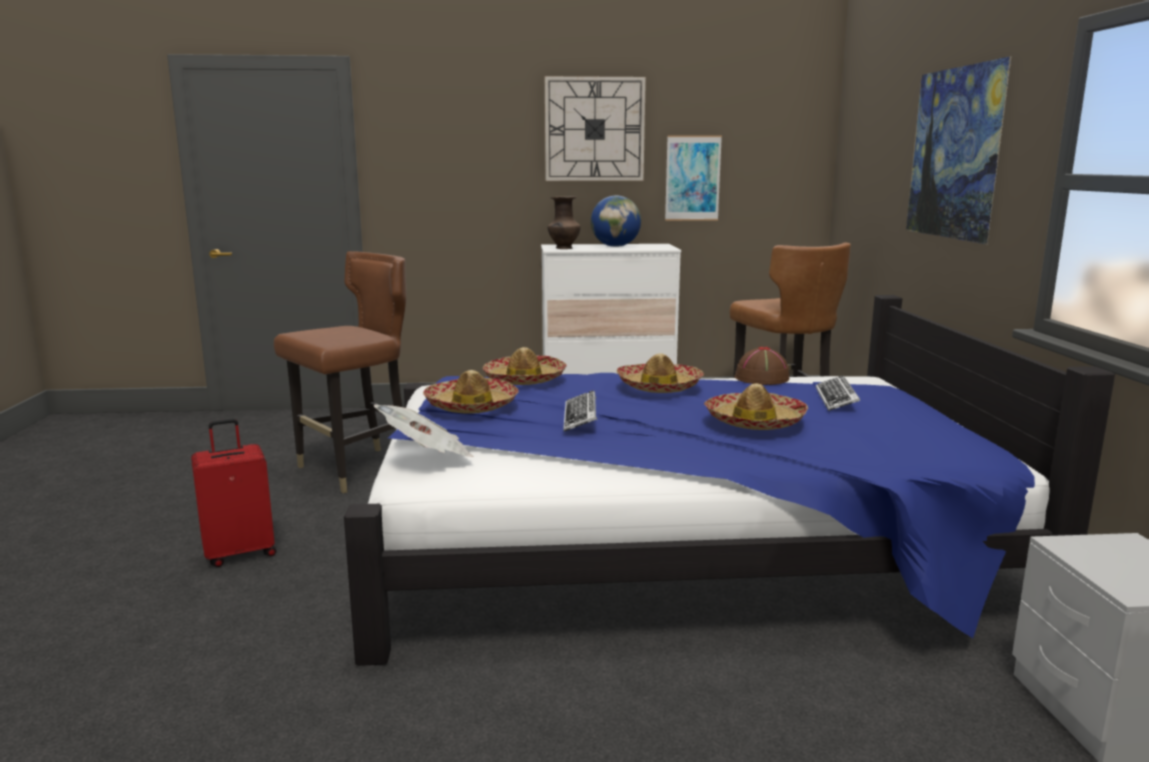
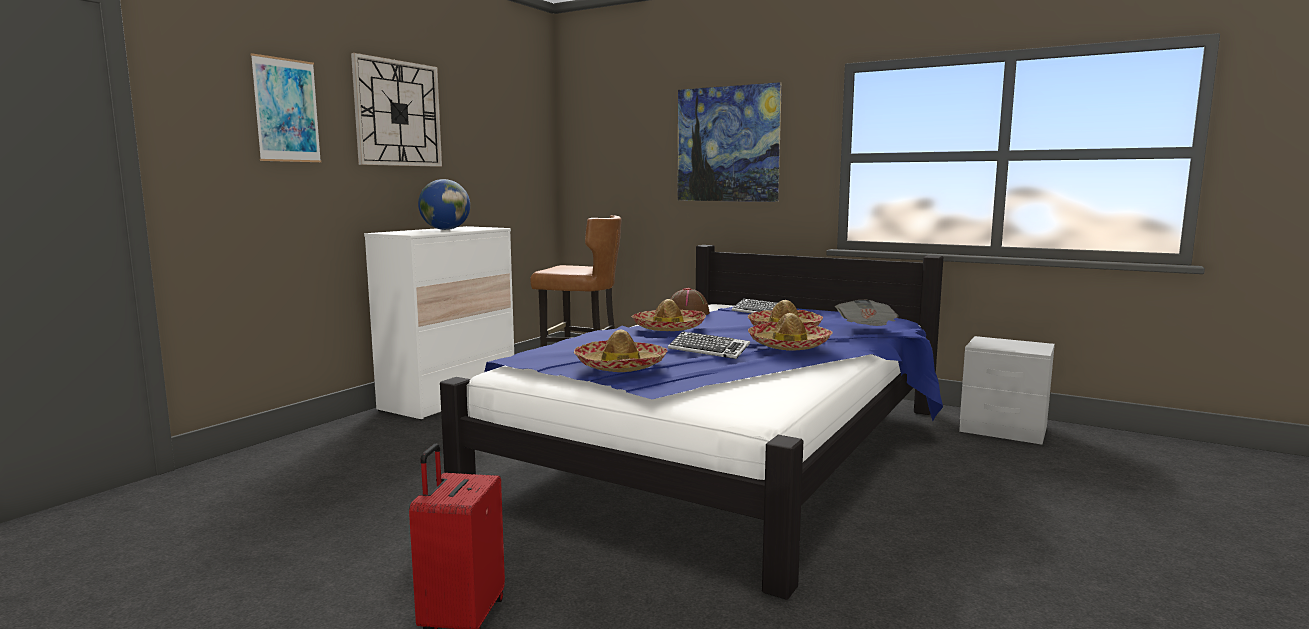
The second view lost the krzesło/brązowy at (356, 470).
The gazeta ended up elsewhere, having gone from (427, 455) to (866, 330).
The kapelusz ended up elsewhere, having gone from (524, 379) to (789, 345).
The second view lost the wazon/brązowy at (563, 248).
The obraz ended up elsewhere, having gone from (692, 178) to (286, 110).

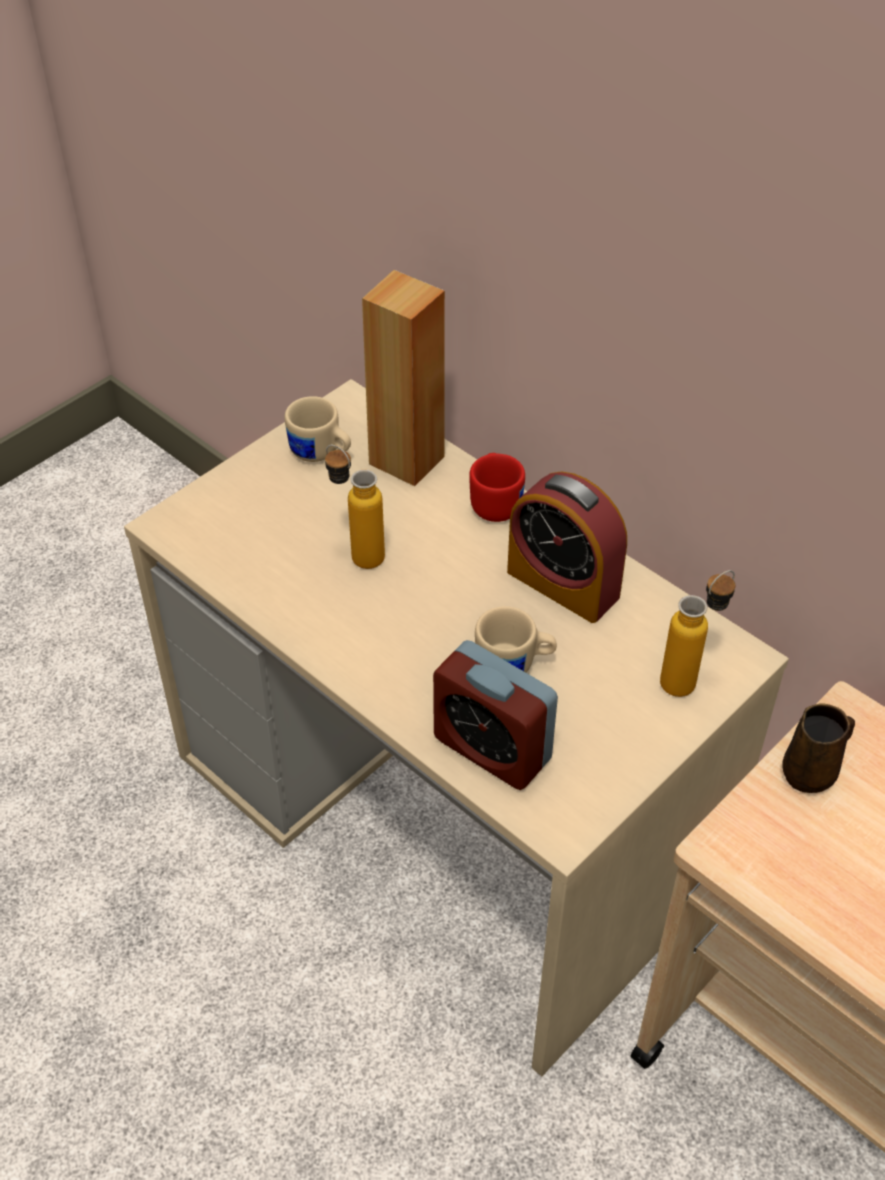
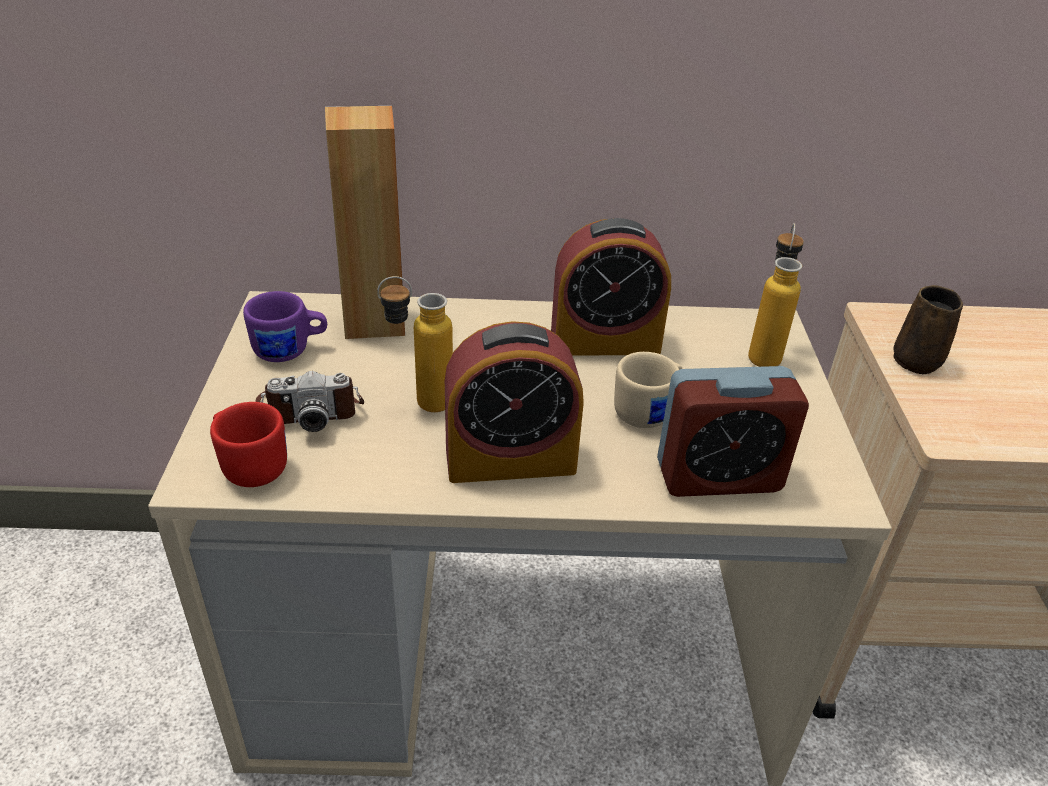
What was the kubek/beżowy at (321, 453) turned into the kubek/fioletowy at (290, 351).
The kubek/czerwony ended up elsewhere, having gone from (496, 501) to (250, 465).
The second view gained the aparat fotograficzny at (310, 407).
The second view gained the budzik at (510, 460).

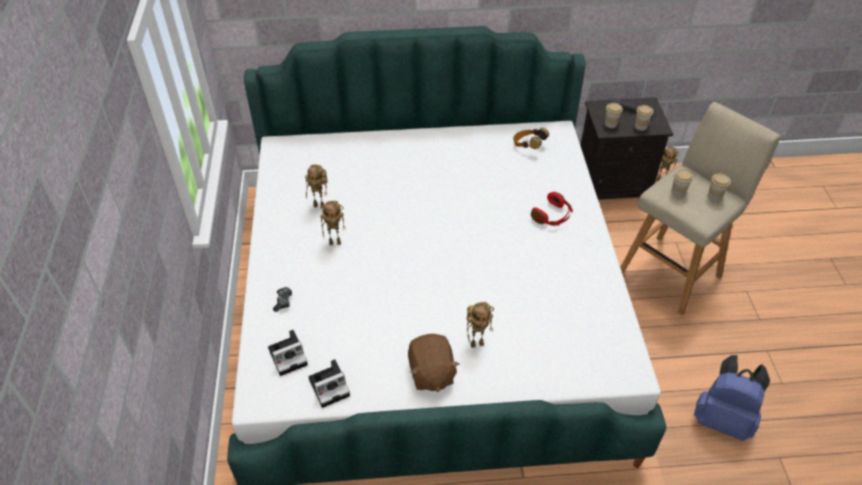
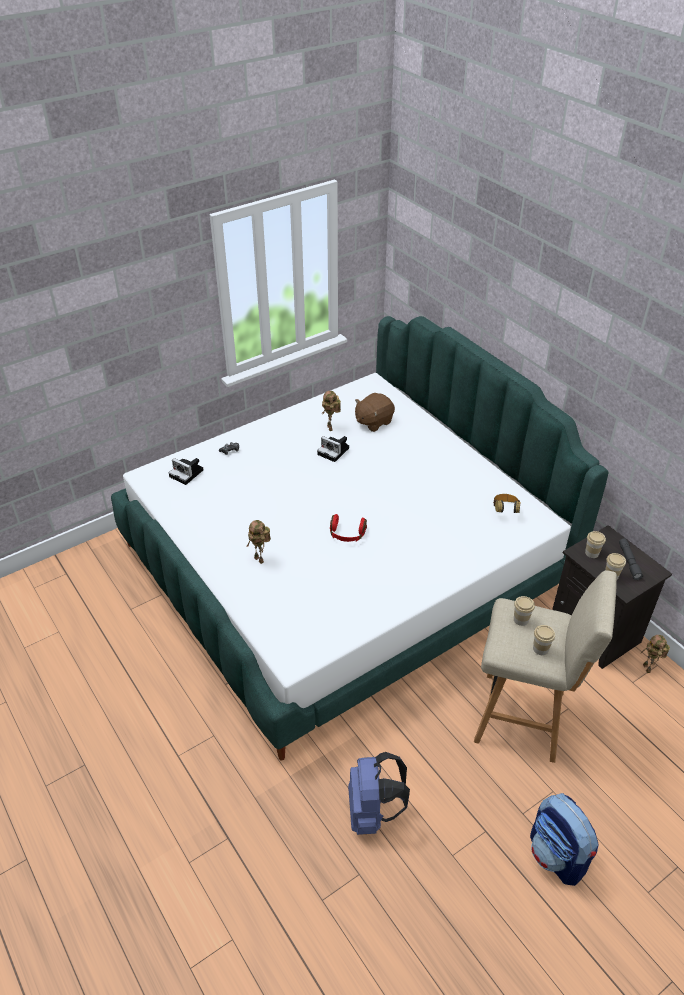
The aparat fotograficzny ended up elsewhere, having gone from (330, 386) to (334, 451).
The second view lost the robot zabawkowy at (335, 242).
The pluszak/brązowy ended up elsewhere, having gone from (431, 373) to (373, 422).
The słuchawki/czerwony ended up elsewhere, having gone from (552, 216) to (347, 534).
The second view gained the plecak at (558, 856).

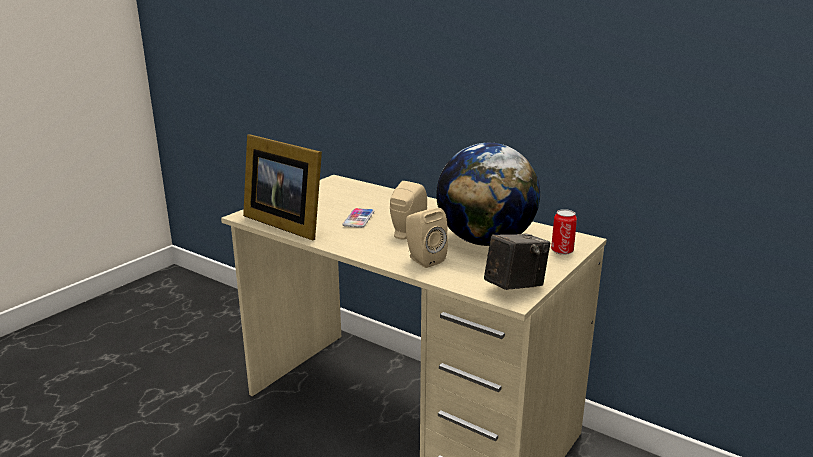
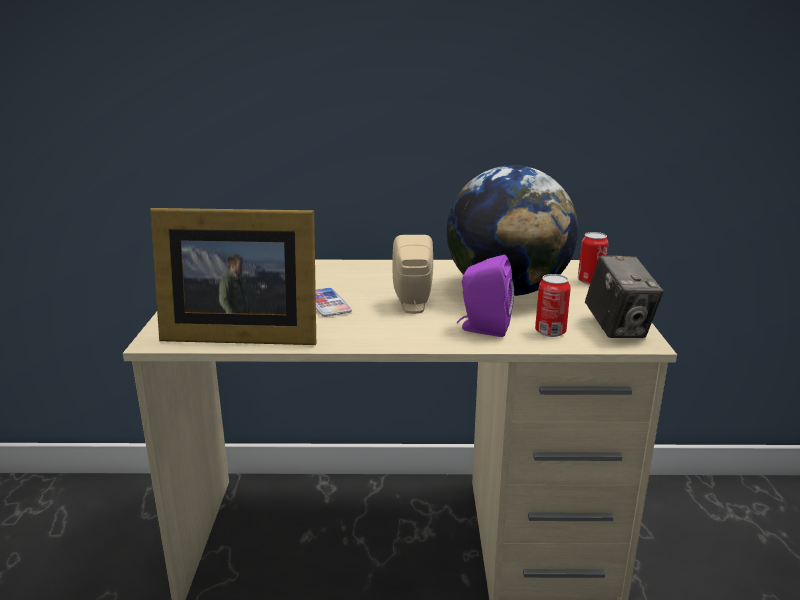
What was the głośnik/beżowy at (423, 259) turned into the głośnik/fioletowy at (483, 328).
The aparat fotograficzny at (515, 286) ended up facing another way, 150 degrees clockwise from before.
The second view gained the puszka at (550, 331).

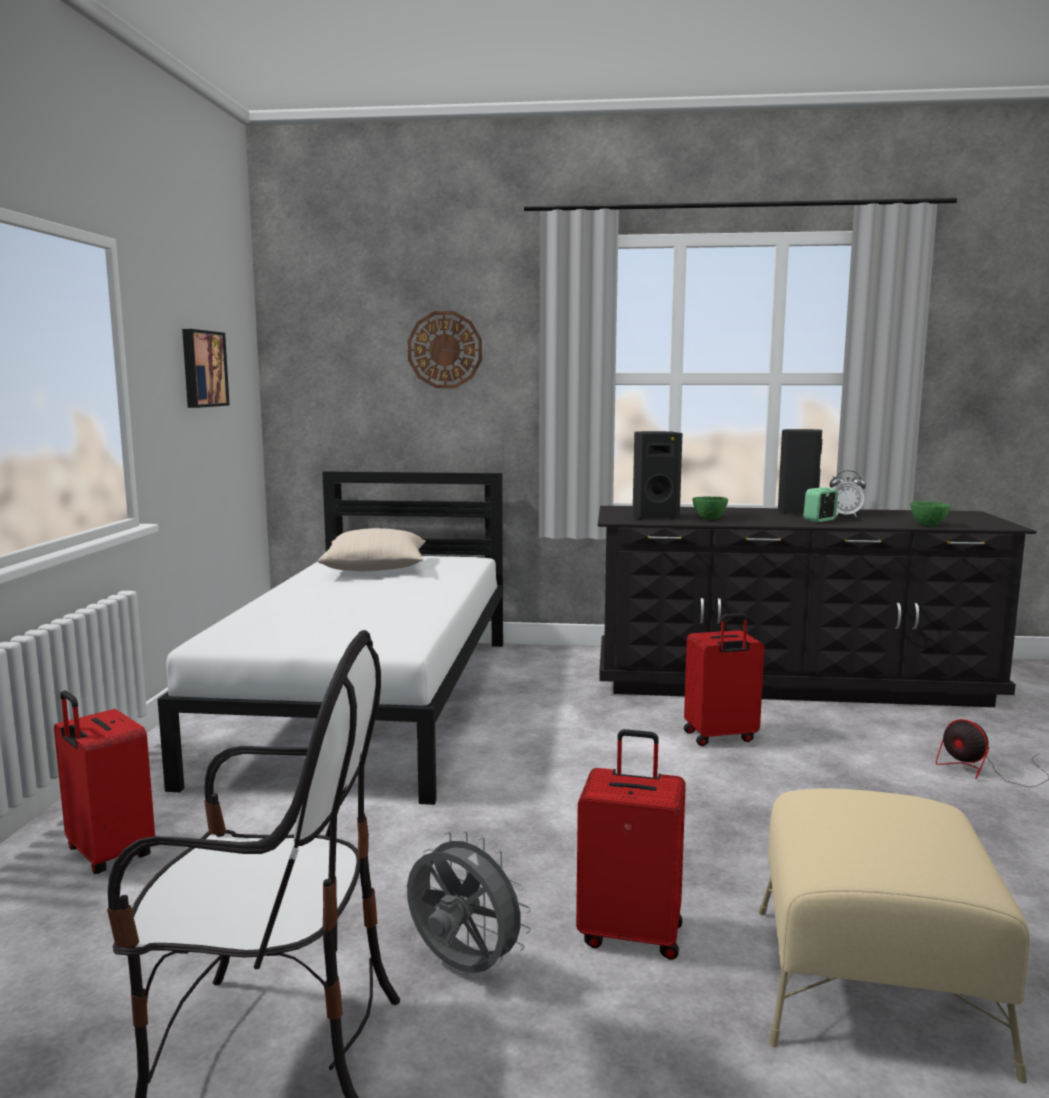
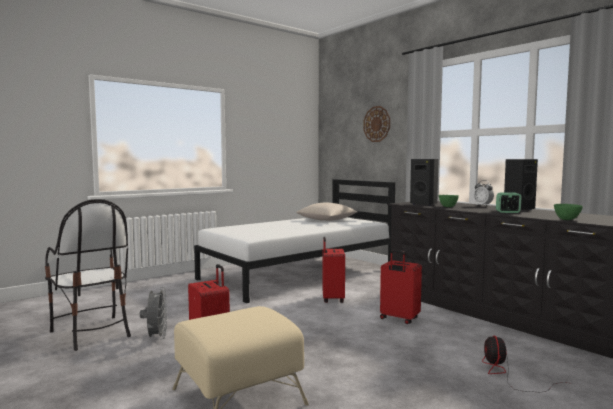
The walizka/czerwony ended up elsewhere, having gone from (108, 854) to (332, 299).
The second view lost the obraz at (202, 369).
The budzik ended up elsewhere, having gone from (845, 516) to (483, 205).

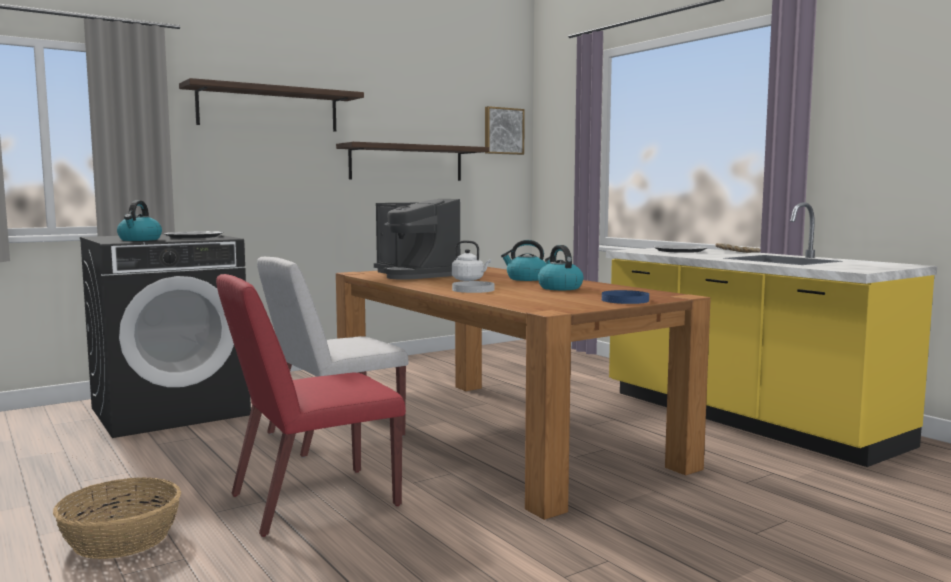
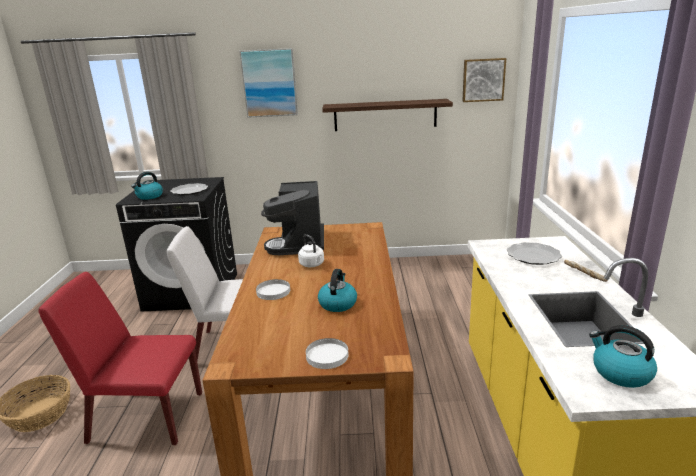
Where the półka hung at (269, 109), the obraz came to hang at (269, 83).
The czajnik ended up elsewhere, having gone from (526, 279) to (620, 373).
What was the talerz/niebieski at (625, 300) turned into the talerz/biały at (326, 355).

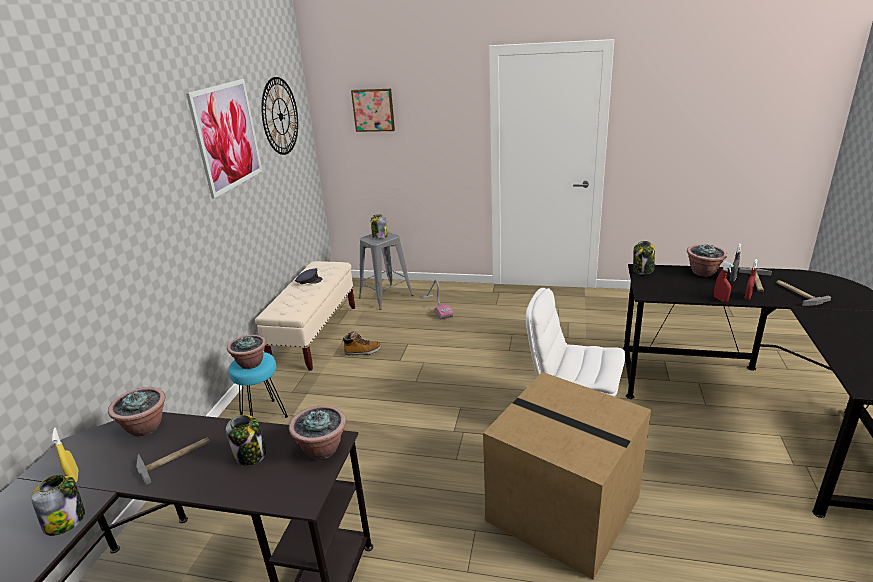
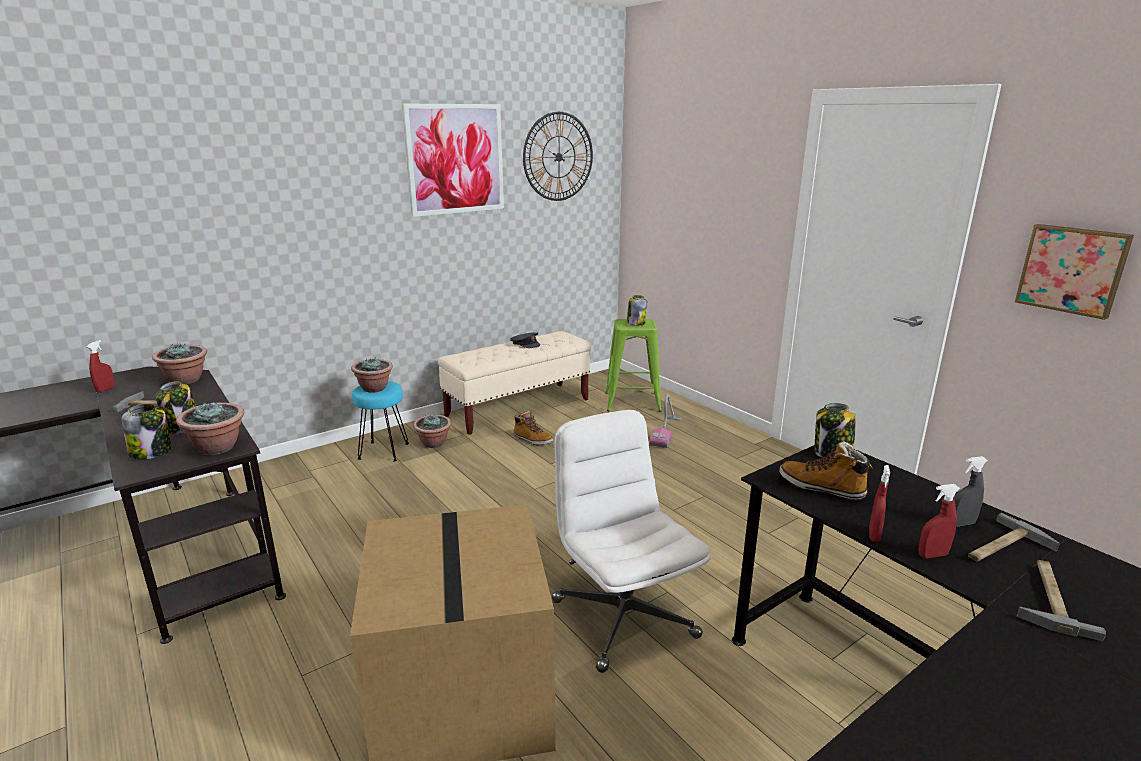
The słoik ended up elsewhere, having gone from (66, 521) to (151, 452).
What was the spryskiwacz/żółty at (74, 477) turned into the spryskiwacz/czerwony at (106, 389).
The obraz ended up elsewhere, having gone from (373, 110) to (1072, 269).
What was the stołek/szary at (385, 297) turned into the stołek/zielony at (631, 402).
The roślina doniczkowa ended up elsewhere, having gone from (703, 272) to (434, 443).
The second view gained the but z cholewką at (822, 488).

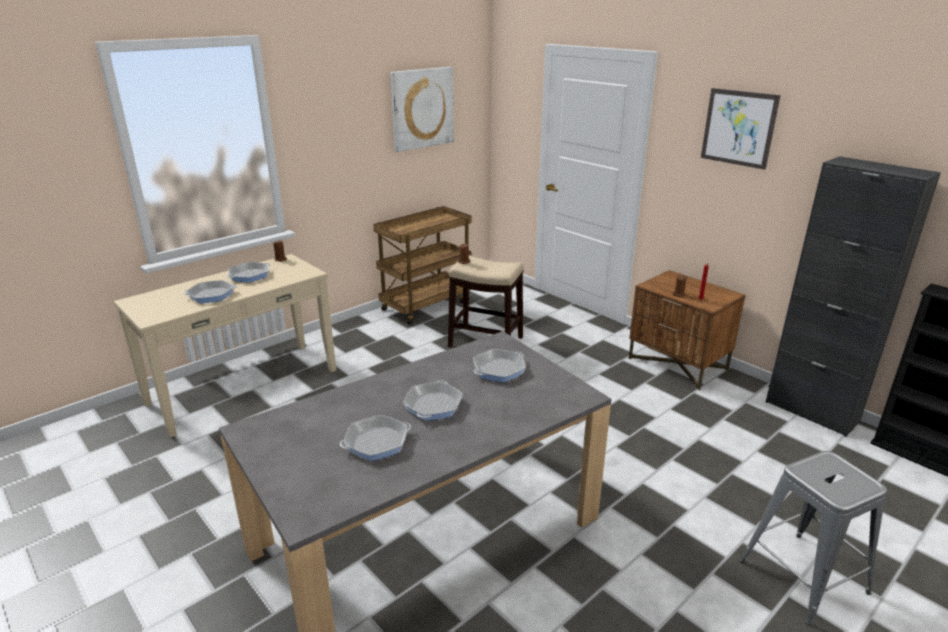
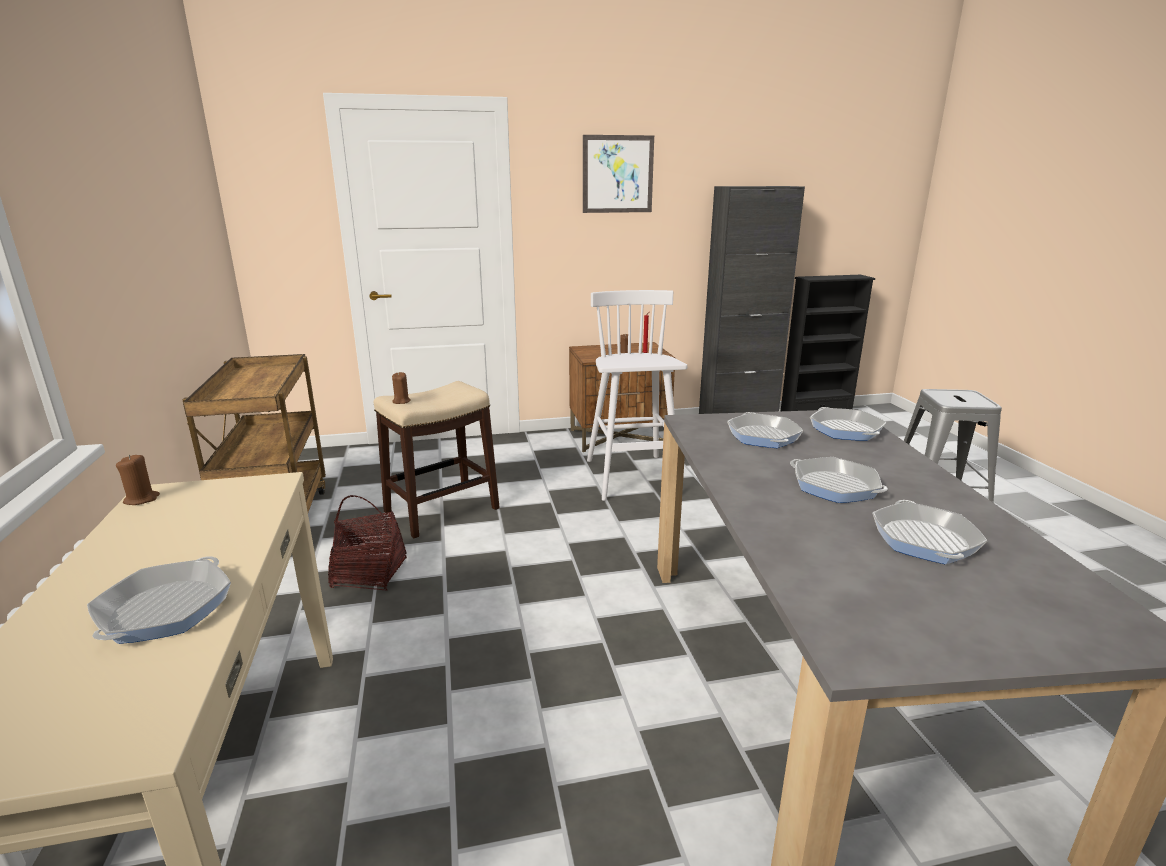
The patelnia ended up elsewhere, having gone from (249, 275) to (846, 430).
The second view lost the obraz at (422, 108).
The second view gained the koszyk at (369, 573).
The second view gained the stołek/biały at (632, 478).

